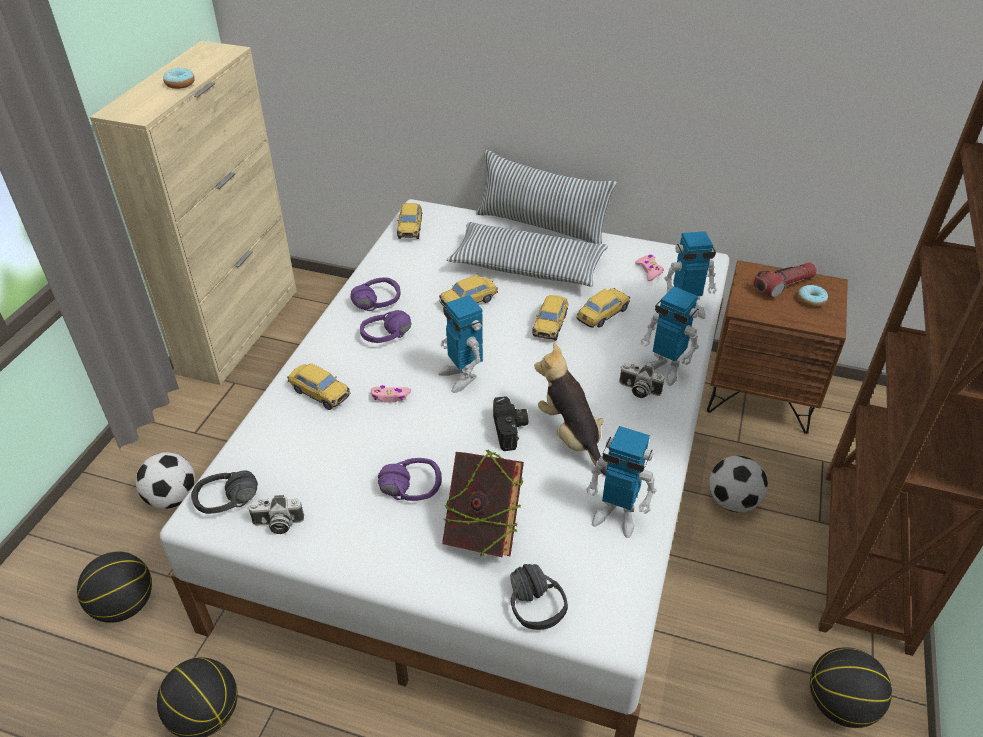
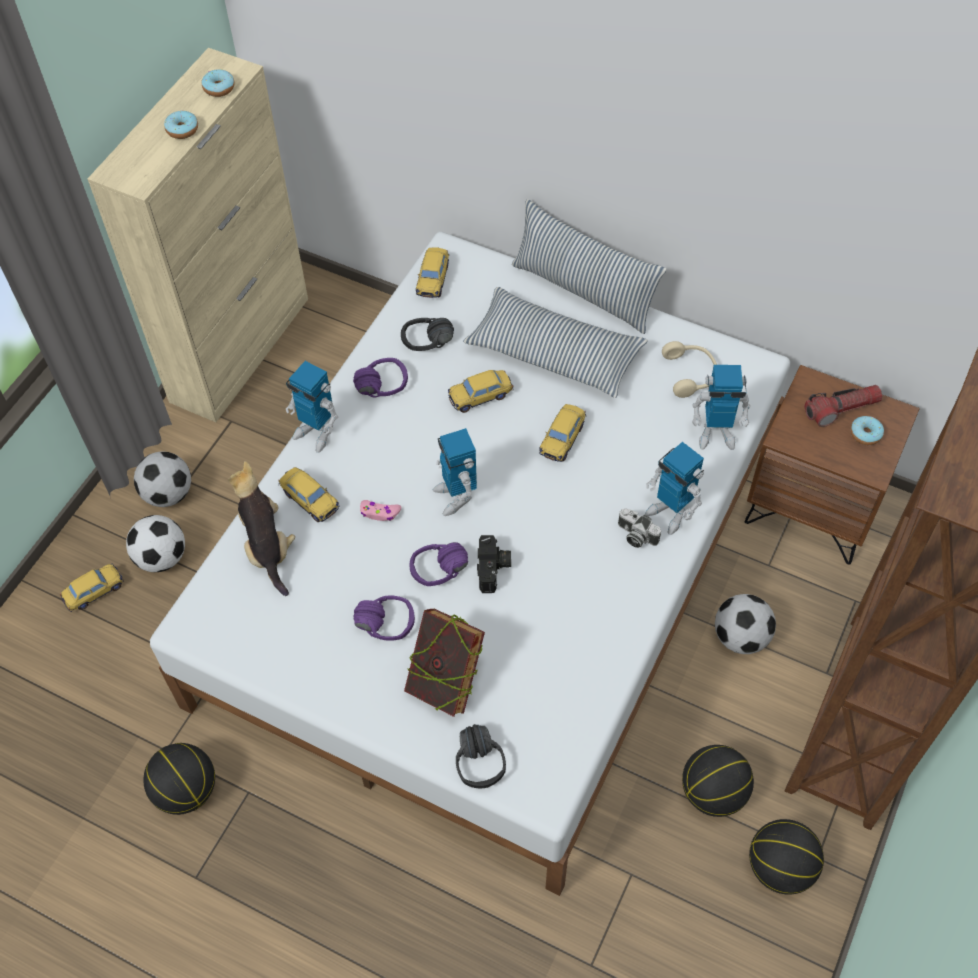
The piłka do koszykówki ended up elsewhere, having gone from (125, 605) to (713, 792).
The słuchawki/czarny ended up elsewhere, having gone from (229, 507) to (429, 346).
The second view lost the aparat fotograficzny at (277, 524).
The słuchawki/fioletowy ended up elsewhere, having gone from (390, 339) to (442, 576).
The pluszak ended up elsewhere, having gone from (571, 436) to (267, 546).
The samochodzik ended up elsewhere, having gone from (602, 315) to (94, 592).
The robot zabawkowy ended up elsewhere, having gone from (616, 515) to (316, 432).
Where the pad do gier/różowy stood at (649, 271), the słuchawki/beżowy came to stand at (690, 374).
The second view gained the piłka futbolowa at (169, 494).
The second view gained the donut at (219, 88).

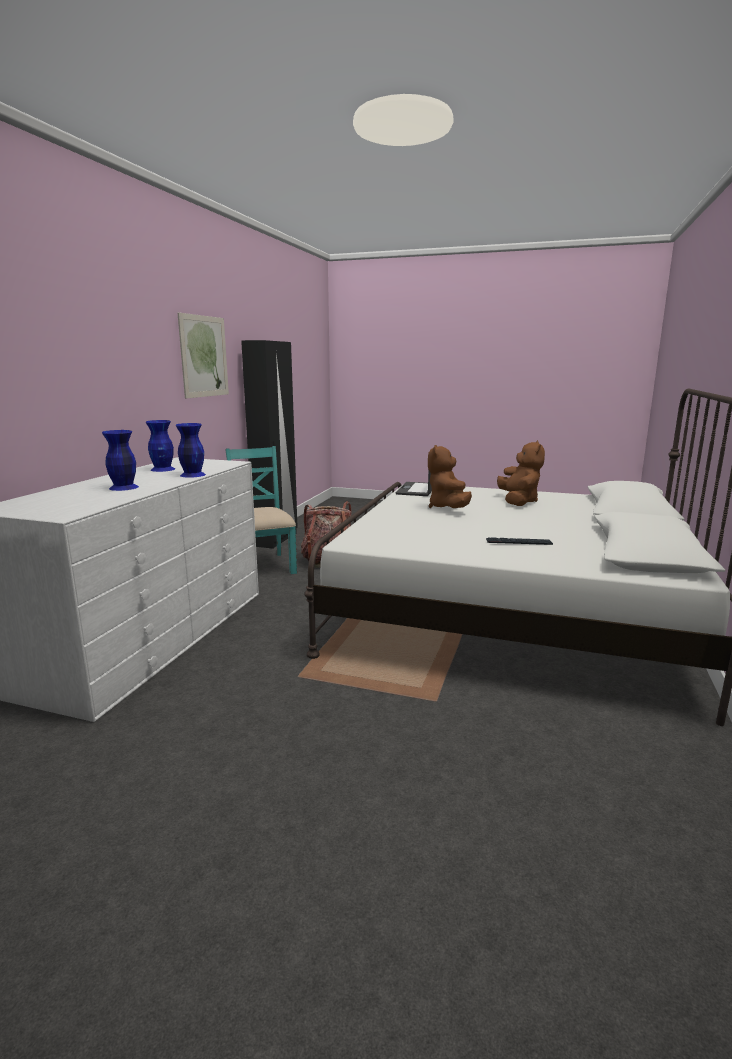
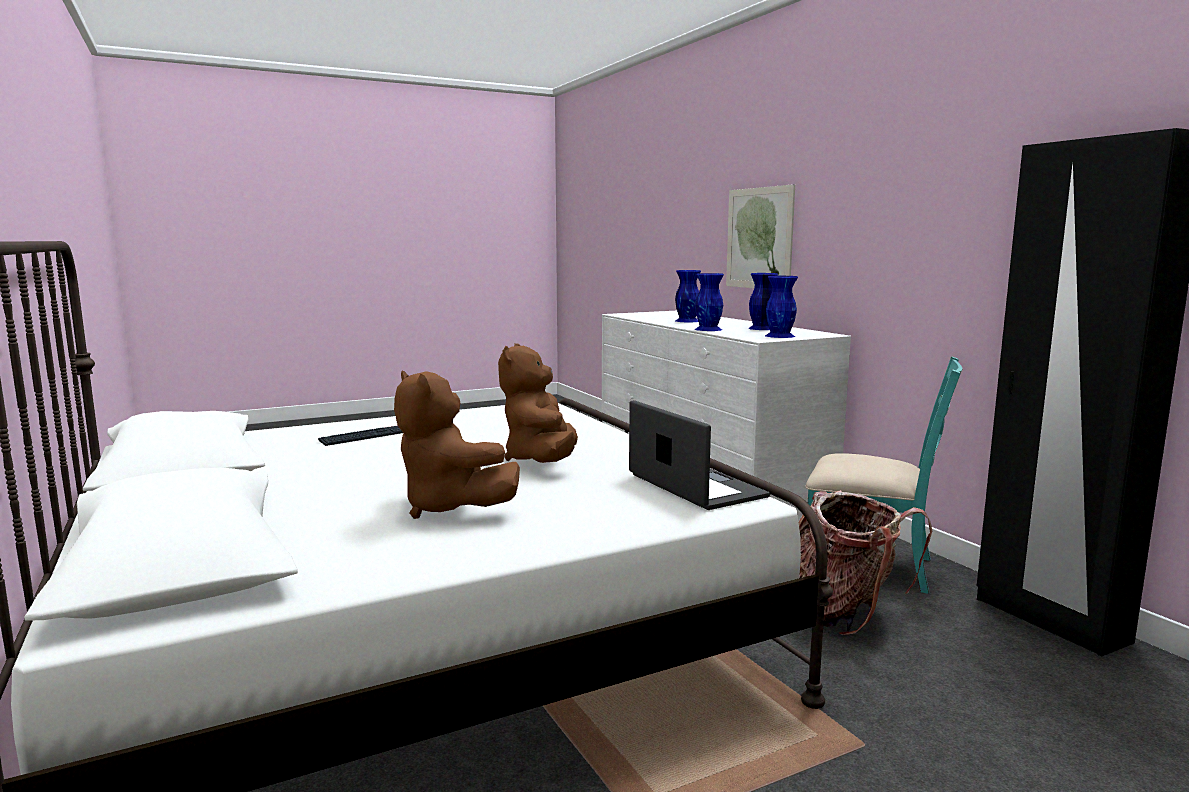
The obraz ended up elsewhere, having gone from (204, 356) to (759, 238).
The pluszak/brązowy at (448, 508) ended up facing another way, 135 degrees counterclockwise from before.
The second view gained the wazon/niebieski at (780, 336).

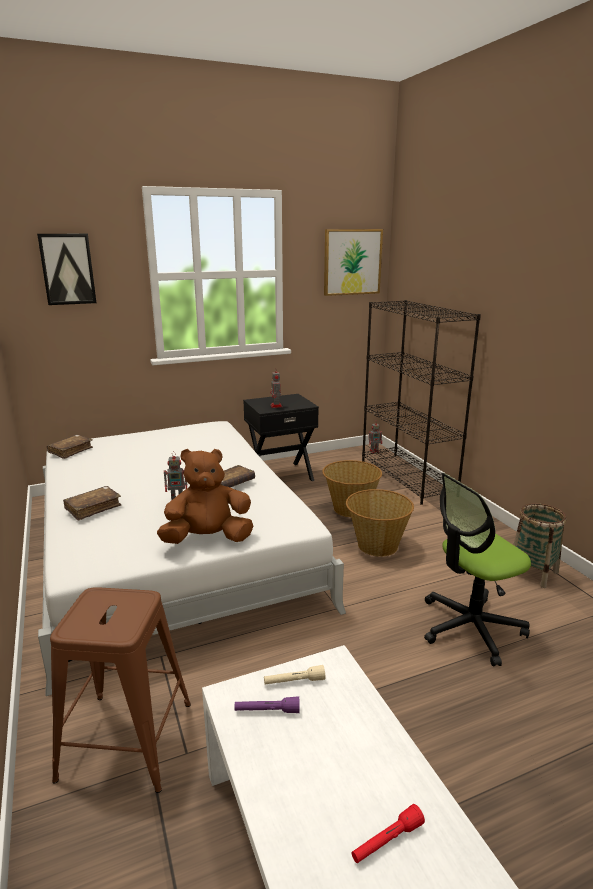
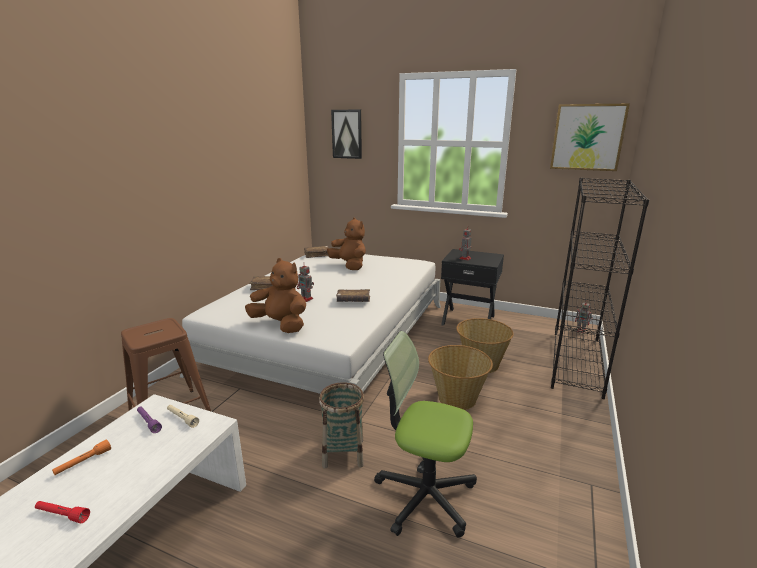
The koszyk ended up elsewhere, having gone from (532, 572) to (343, 453).
The second view gained the latarka/pomarańczowy at (83, 462).
The second view gained the pluszak/brązowy at (349, 266).

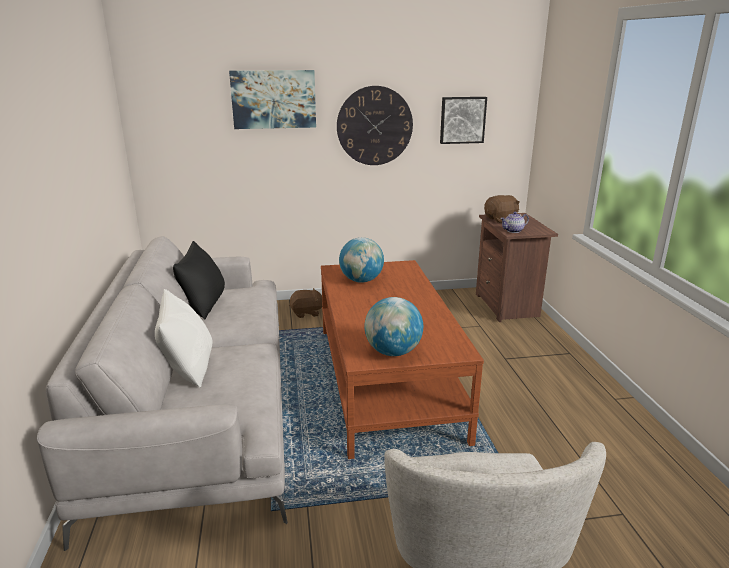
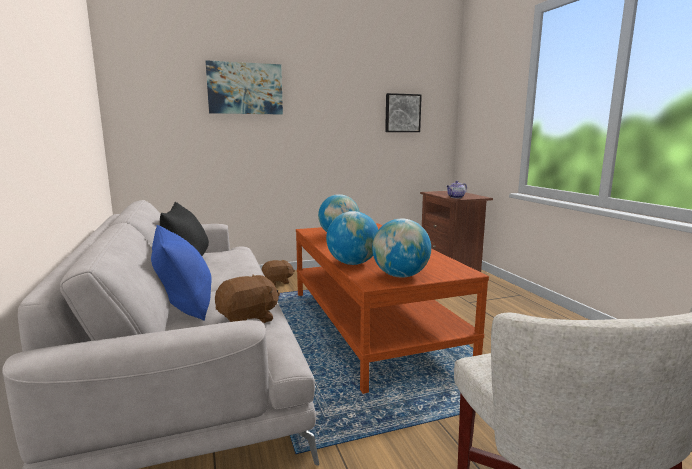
What was the poduszka/biały at (188, 368) turned into the poduszka/niebieski at (184, 307).
The second view lost the zegar ścienny at (374, 126).
The pluszak/brązowy ended up elsewhere, having gone from (501, 219) to (248, 319).
The second view gained the globus at (352, 263).

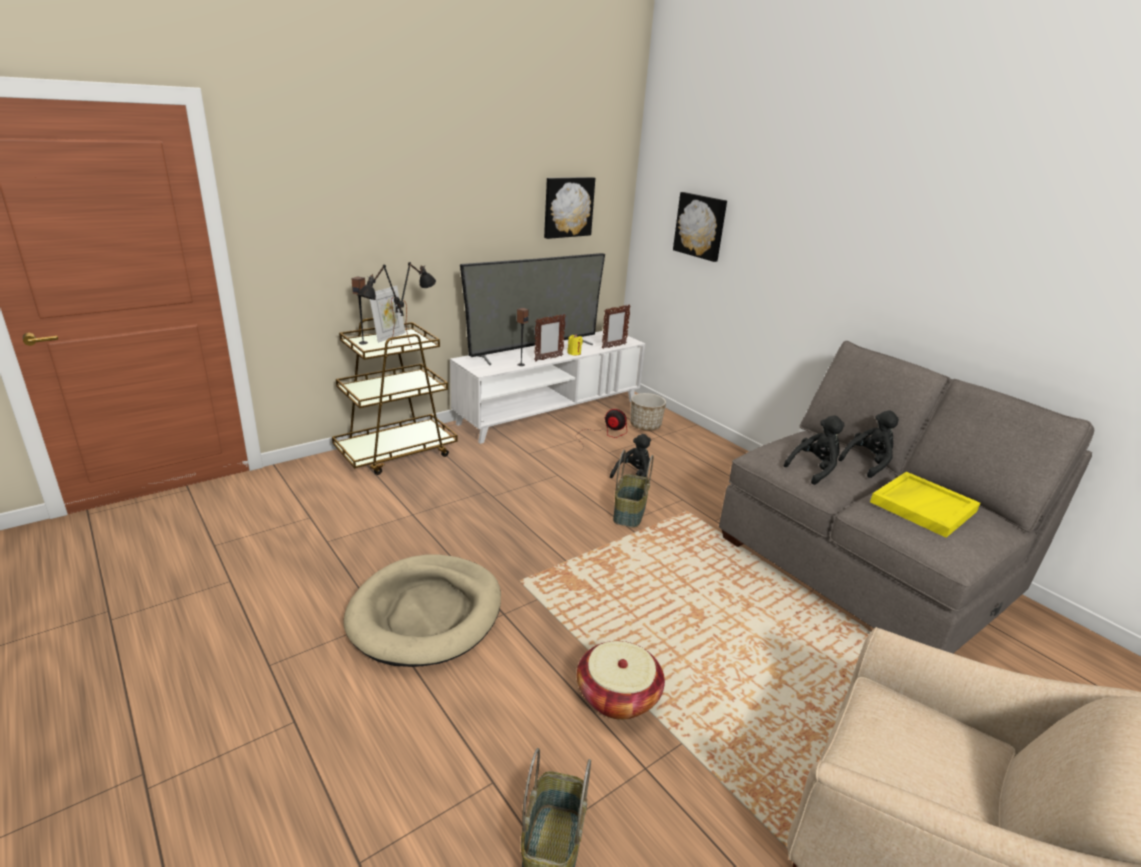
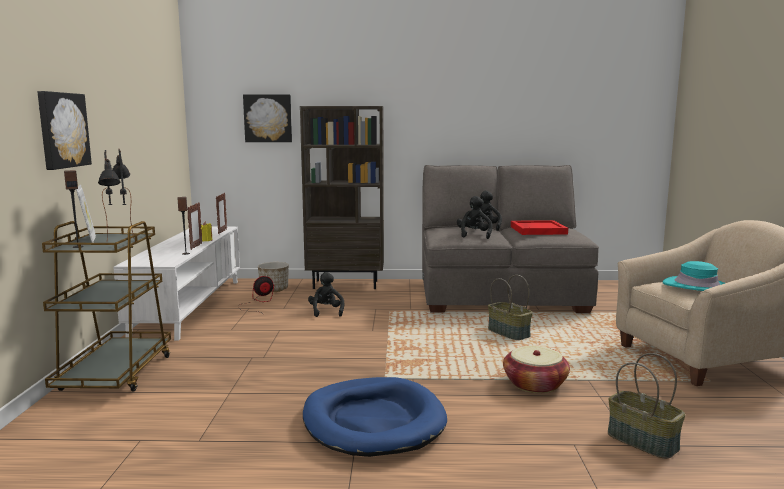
What was the legowisko/beżowy at (426, 613) turned into the legowisko/niebieski at (373, 421).
The second view lost the telewizor at (534, 350).
The obraz ended up elsewhere, having gone from (567, 207) to (62, 130).
The koszyk ended up elsewhere, having gone from (630, 513) to (509, 333).
What was the taca/żółty at (922, 506) turned into the taca/czerwony at (537, 230).
The second view gained the regał/brązowy at (346, 284).
The second view gained the kapelusz/turkusowy at (697, 286).

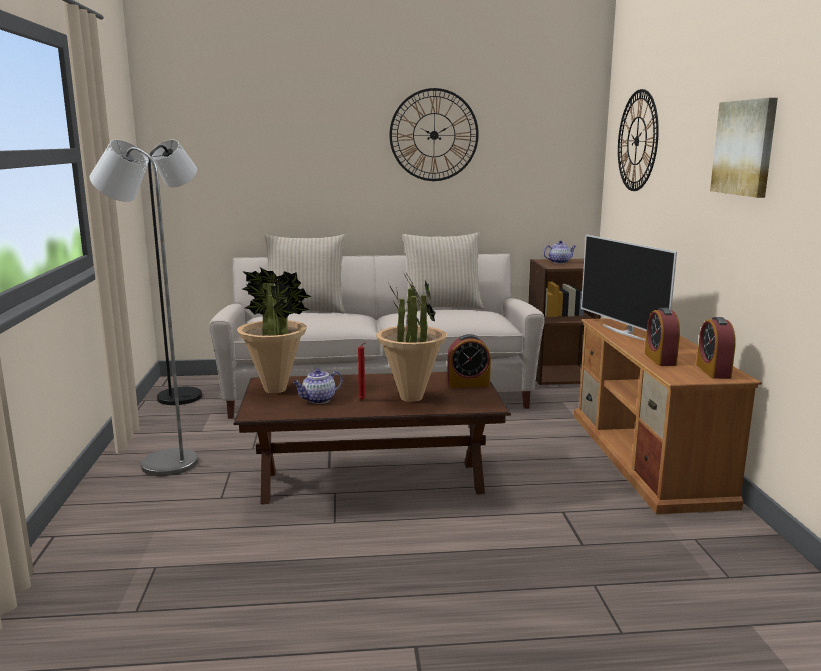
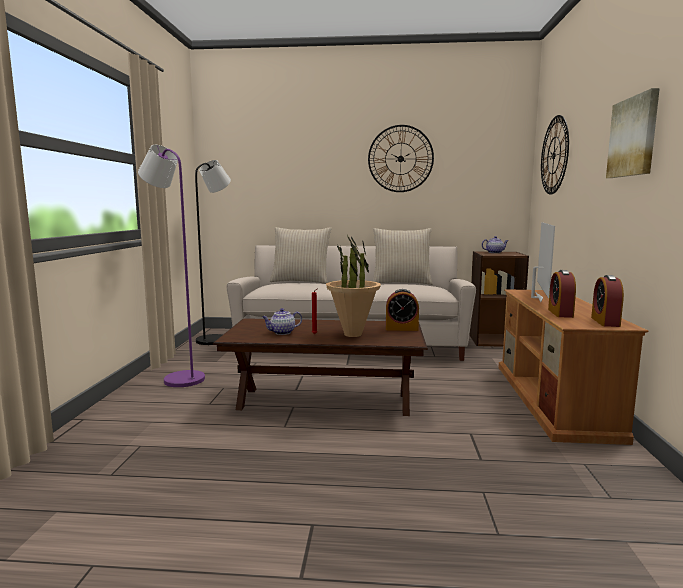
What was the lampa stojąca/szary at (160, 462) turned into the lampa stojąca/fioletowy at (179, 378).
The second view lost the roślina doniczkowa at (275, 389).
The telewizor at (625, 332) ended up facing another way, 150 degrees counterclockwise from before.

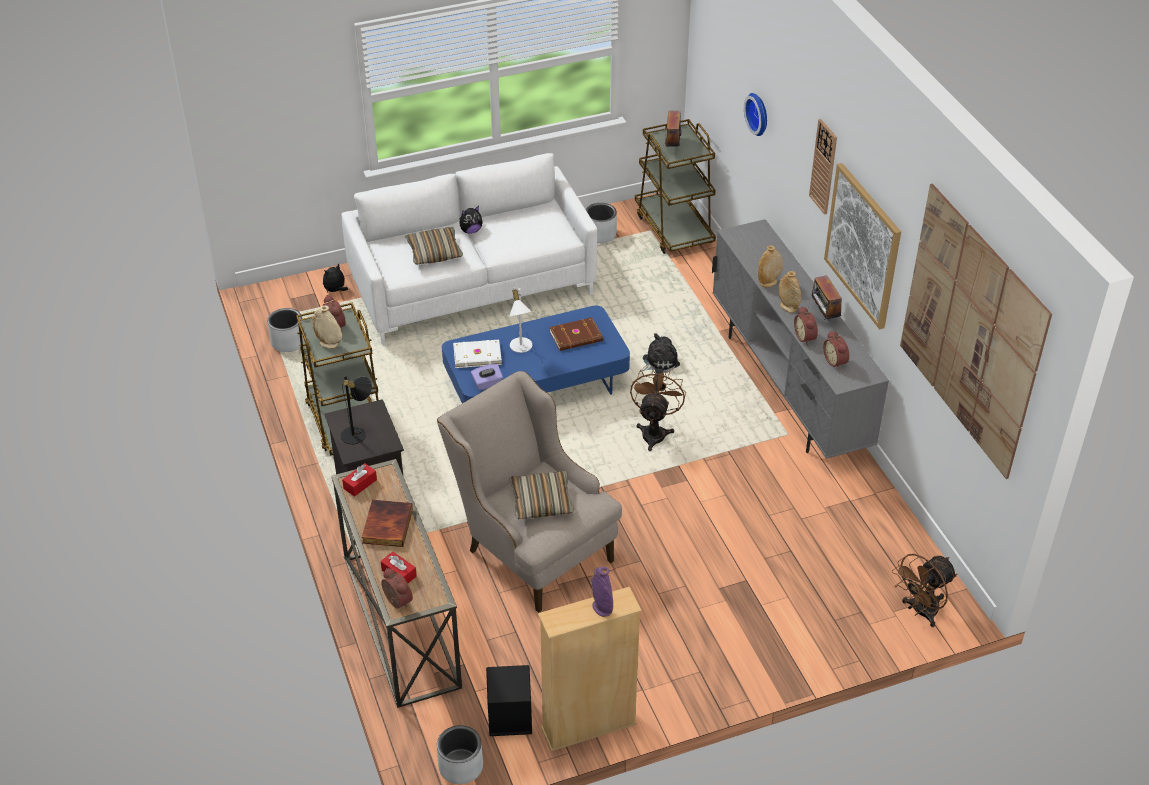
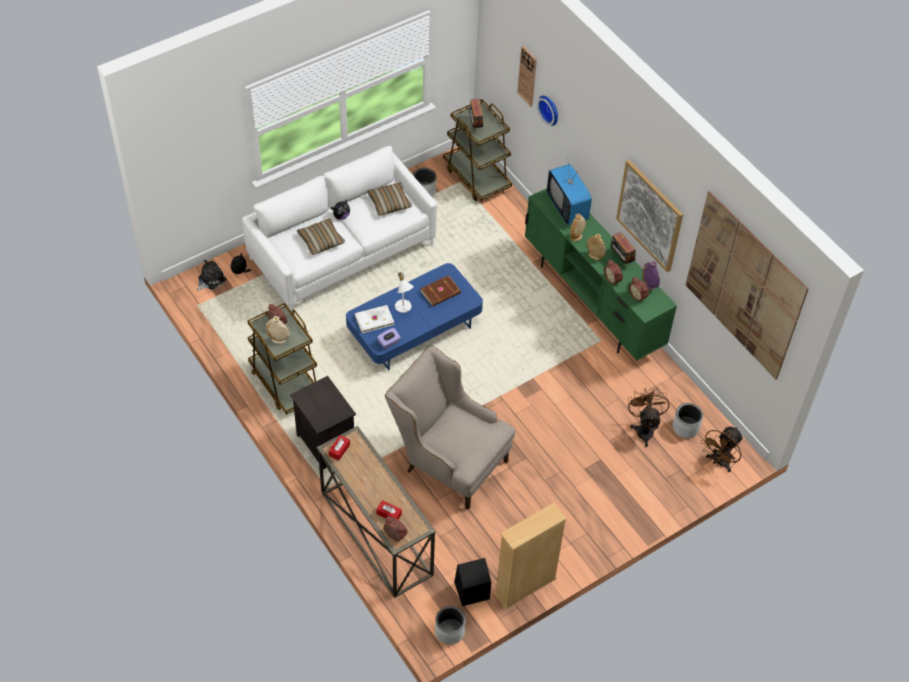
The donica/szary ended up elsewhere, having gone from (288, 342) to (685, 427).
The second view lost the lampa stołowa/czarny at (358, 433).
The second view lost the książka at (386, 525).
The poduszka ended up elsewhere, having gone from (541, 502) to (389, 203).
The wazon/fioletowy ended up elsewhere, having gone from (602, 609) to (649, 285).
The wentylator/brązowy ended up elsewhere, having gone from (654, 431) to (644, 429).
The pluszak ended up elsewhere, having gone from (658, 362) to (210, 279).
What was the szafka pod telewizor/szary at (788, 388) turned into the szafka pod telewizor/zielony at (592, 303).
The zegar ścienny ended up elsewhere, having gone from (824, 166) to (527, 76).
The second view gained the telewizor at (567, 208).

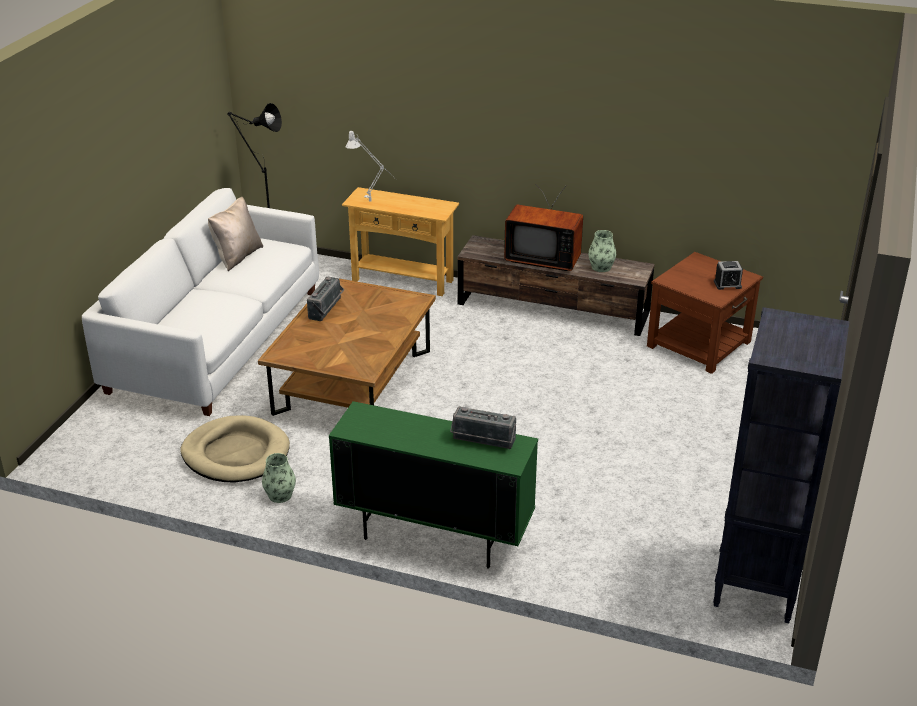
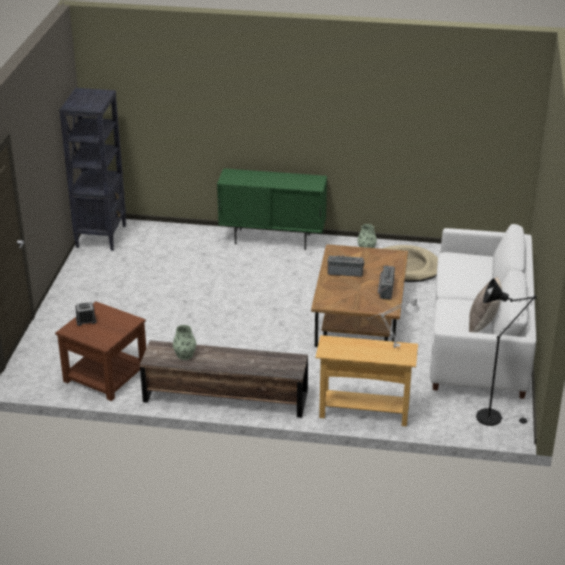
The radio ended up elsewhere, having gone from (483, 441) to (345, 272).
The second view lost the telewizor at (543, 258).

